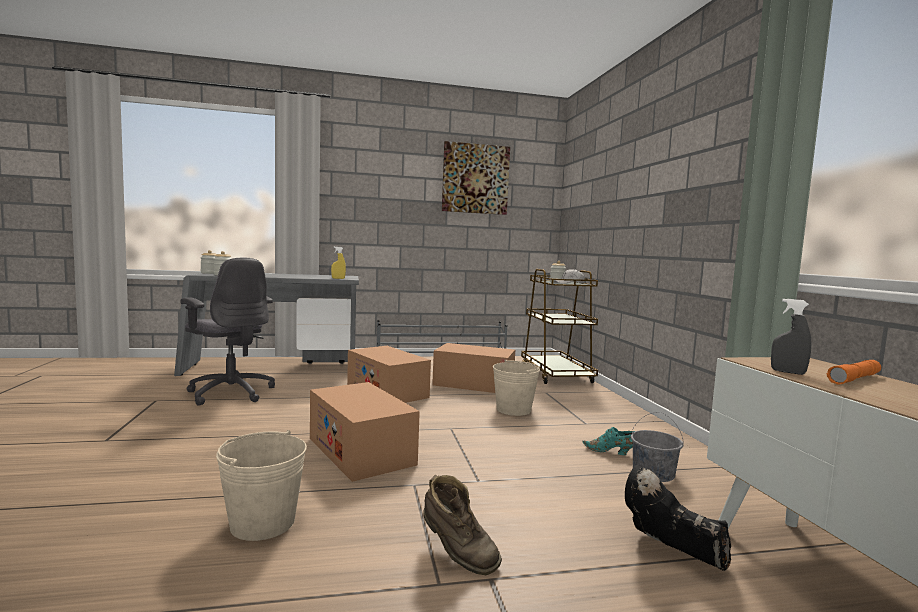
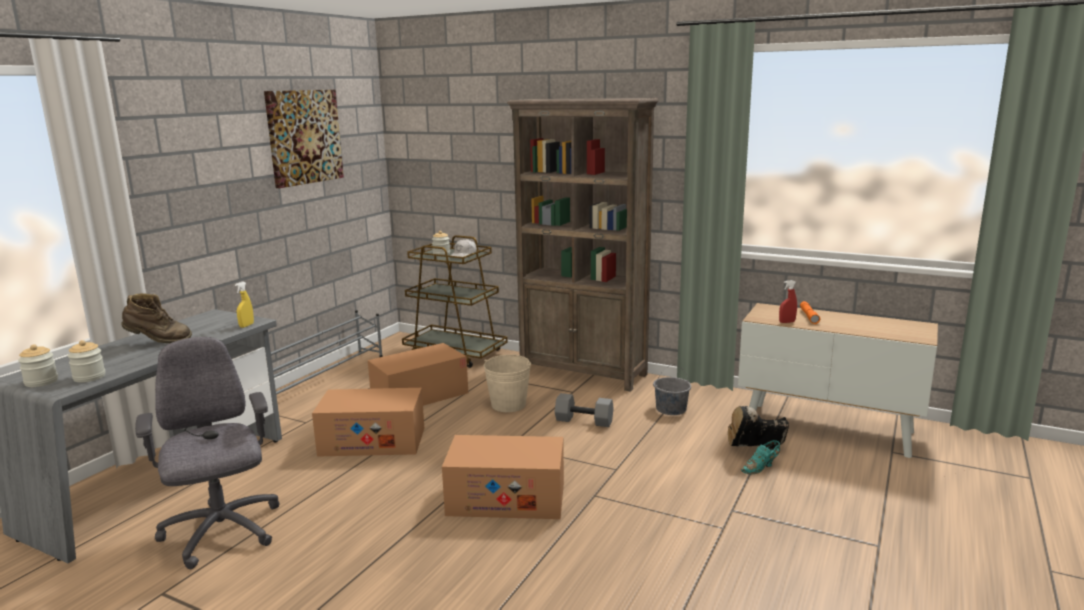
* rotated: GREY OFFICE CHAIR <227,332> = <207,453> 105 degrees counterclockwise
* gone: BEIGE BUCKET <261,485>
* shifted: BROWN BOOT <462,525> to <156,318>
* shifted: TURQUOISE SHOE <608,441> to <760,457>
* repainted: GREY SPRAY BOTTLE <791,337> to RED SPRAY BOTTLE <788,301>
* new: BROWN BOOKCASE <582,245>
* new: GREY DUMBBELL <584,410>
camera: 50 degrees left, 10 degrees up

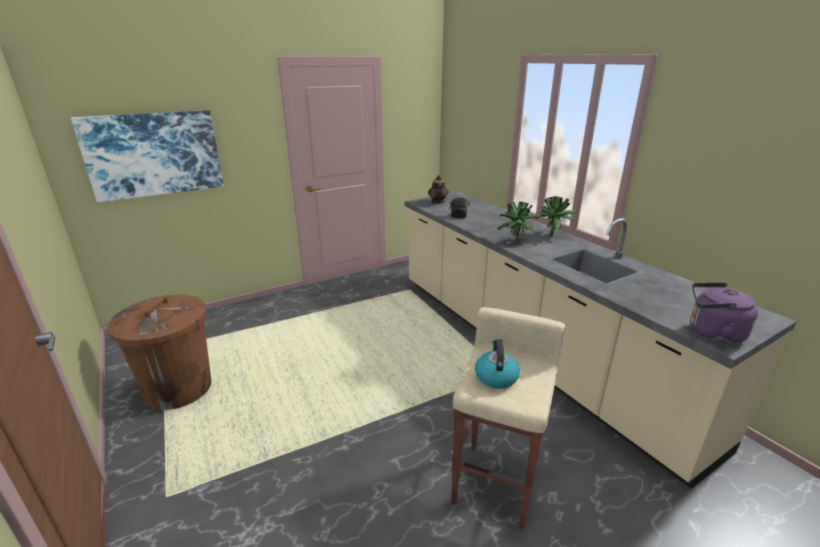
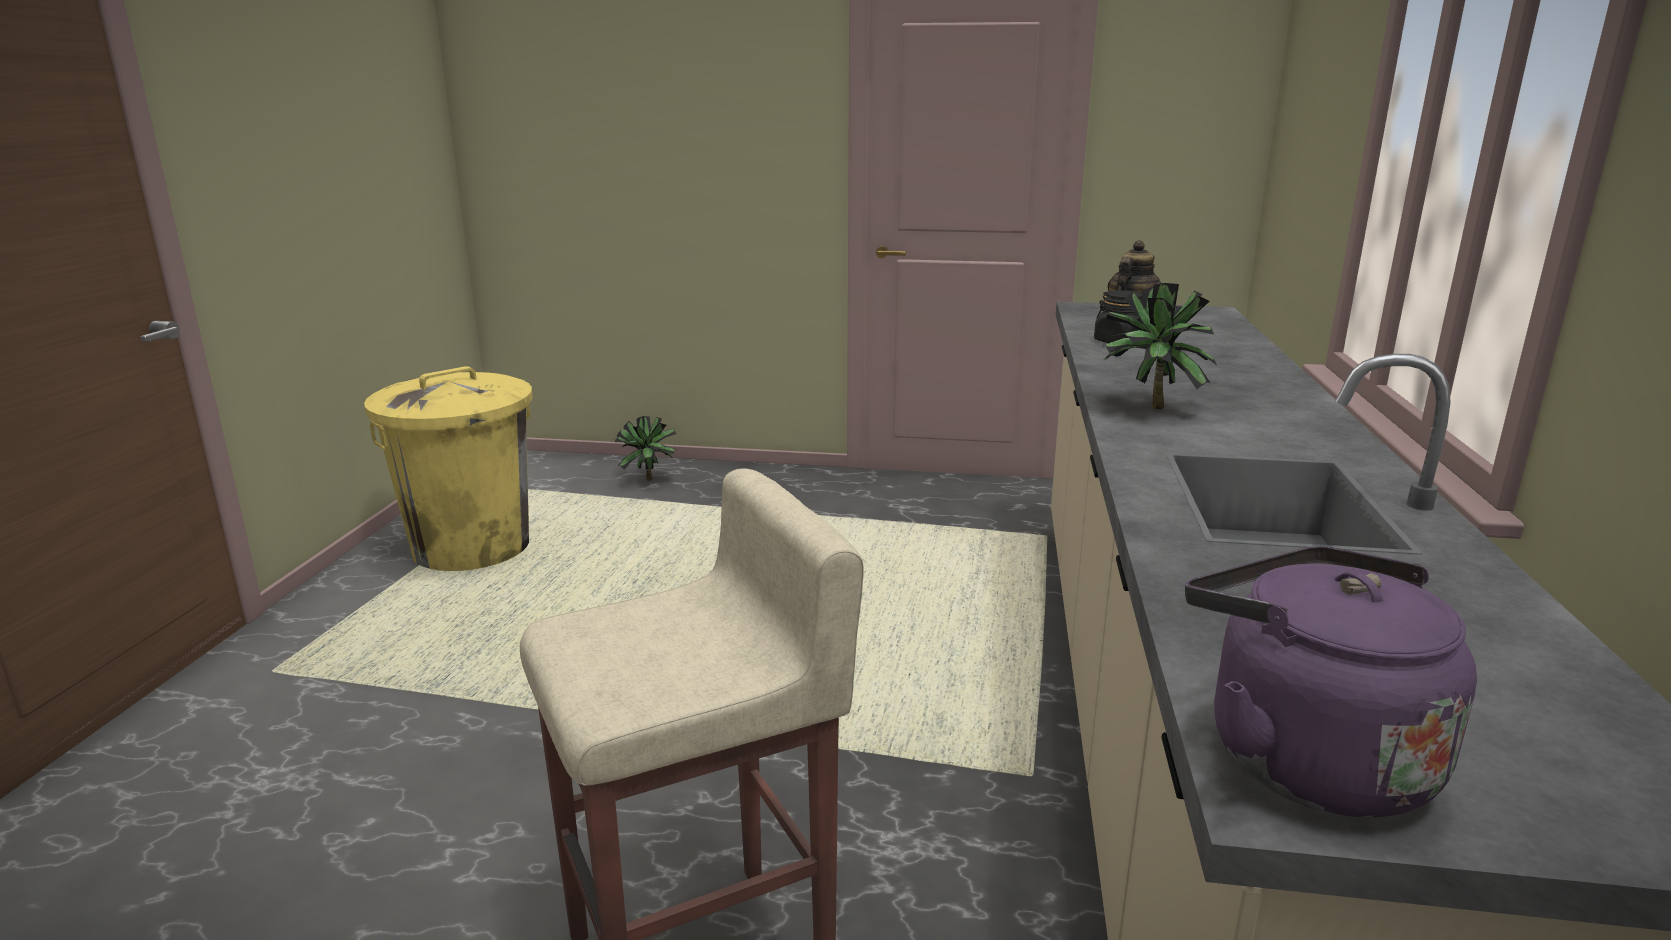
* gone: PICTURE <147,156>
* repainted: BROWN TRASH CAN <159,353> to YELLOW TRASH CAN <448,468>
* gone: KETTLE <497,364>
* shifted: POTTED PLANT <556,216> to <645,448>
camera: 40 degrees right, 5 degrees down

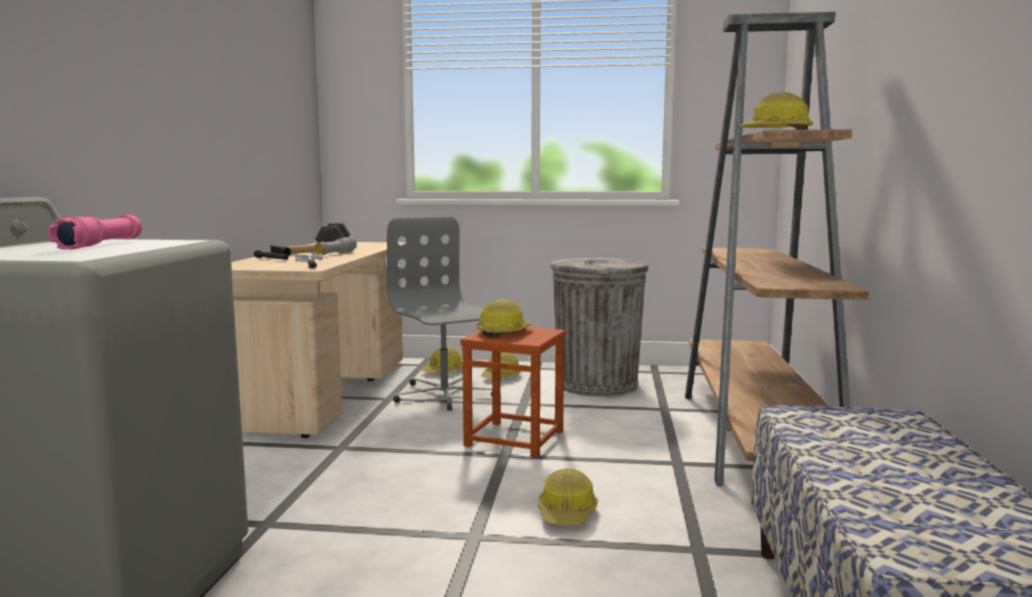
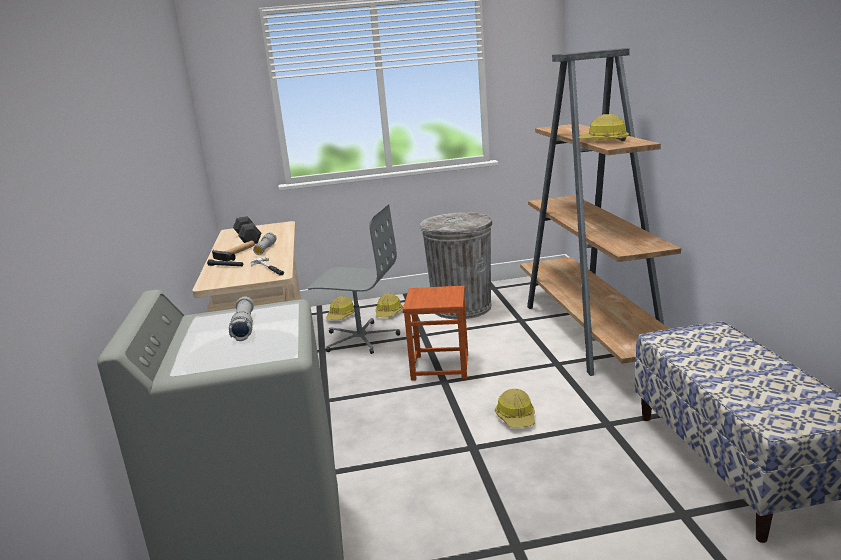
* repainted: PINK FLASHLIGHT <95,232> to GREY FLASHLIGHT <241,318>
* rotated: GREY OFFICE CHAIR <439,314> = <354,279> 150 degrees clockwise
* gone: HARD HAT <505,318>
camera: 15 degrees left, 10 degrees up

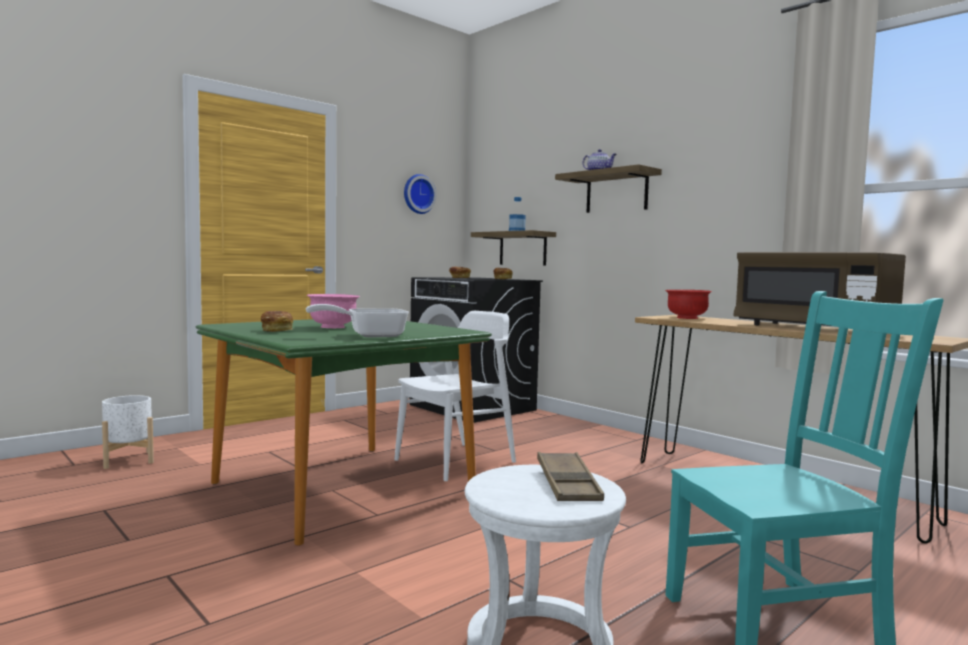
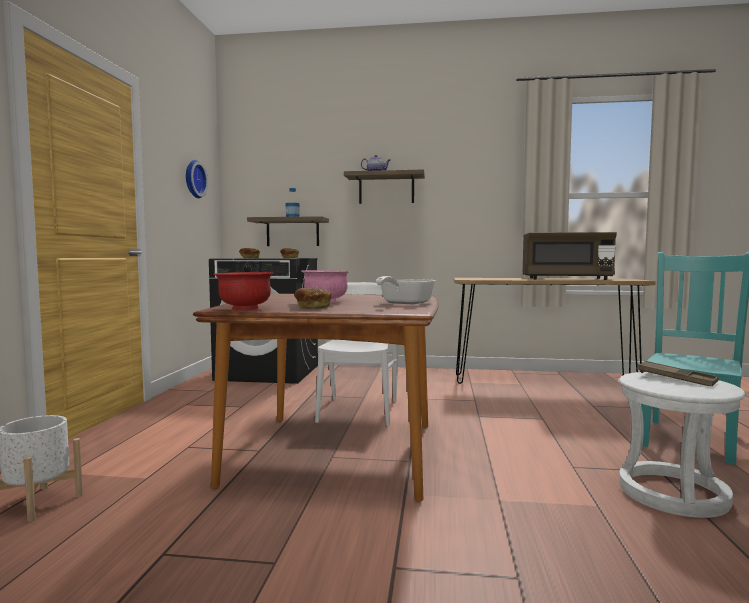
* repainted: GREEN DINING TABLE <344,432> to BROWN DINING TABLE <316,398>
* shifted: RED BOWL <688,304> to <243,291>
camera: 40 degrees left, 0 degrees up

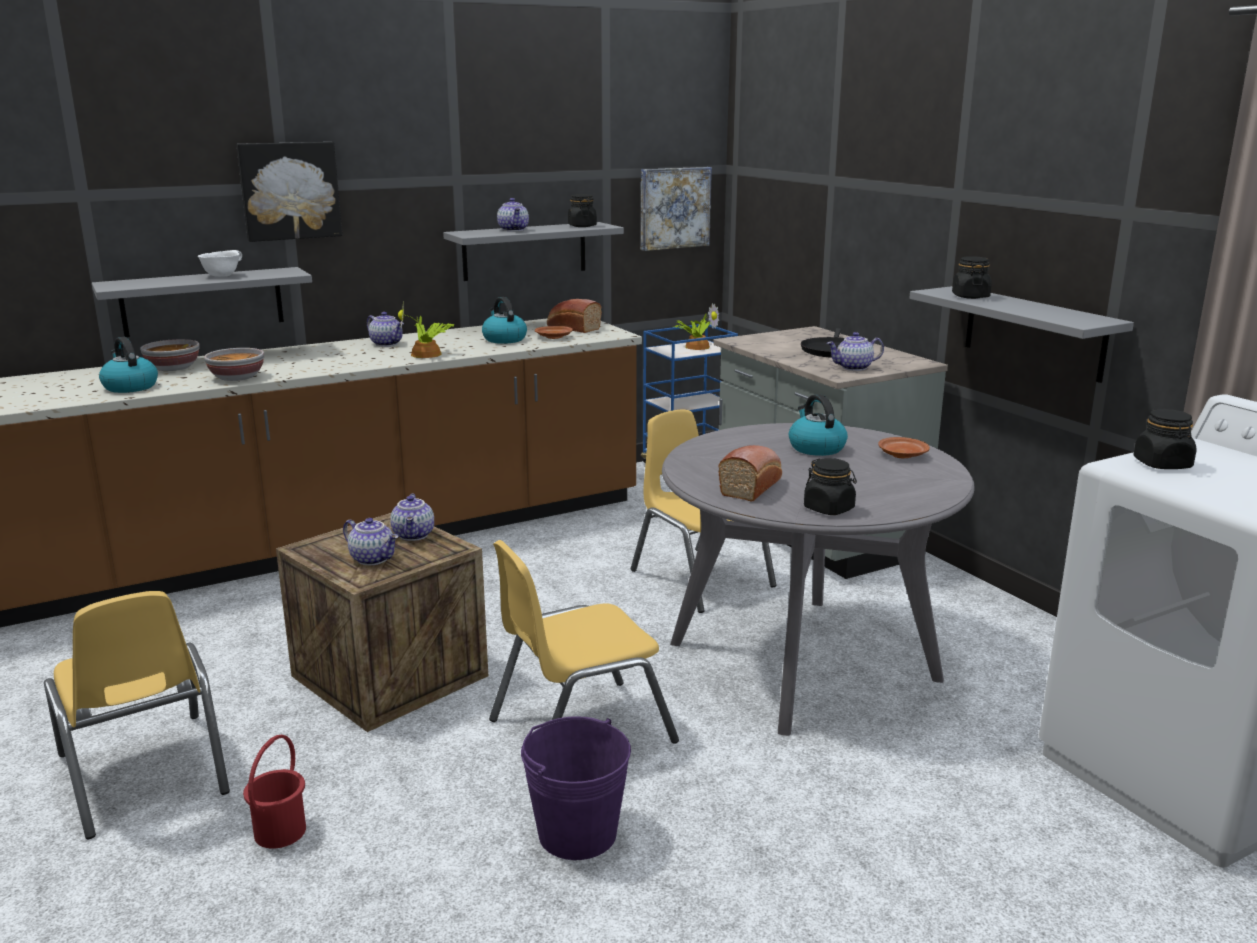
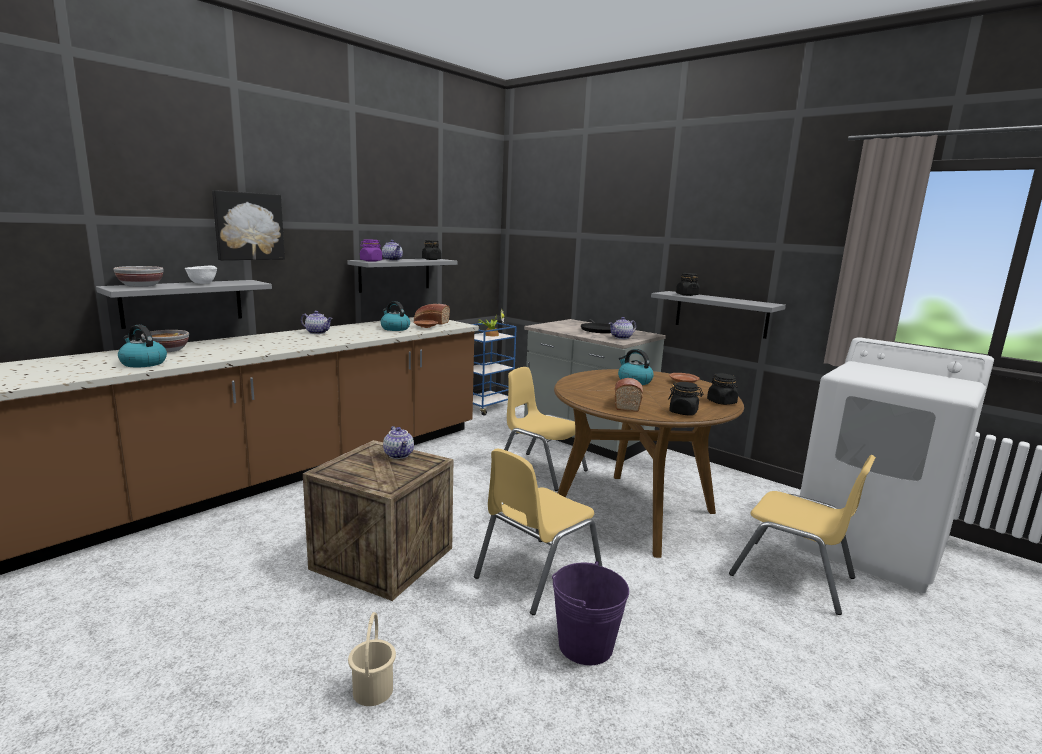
* shifted: YELLOW CHAIR <137,715> to <802,535>
* shifted: BOWL <234,364> to <138,276>
* repainted: RED BUCKET <274,792> to BEIGE BUCKET <372,659>
* gone: TEAPOT <370,541>
* gone: POTTED PLANT <426,331>
* gone: PICTURE <676,209>
* repainted: GREY DINING TABLE <818,579> to BROWN DINING TABLE <649,463>
* shifted: BLACK JAR <1164,439> to <722,389>
* new: PURPLE JAR <371,250>
camera: 20 degrees left, 5 degrees down

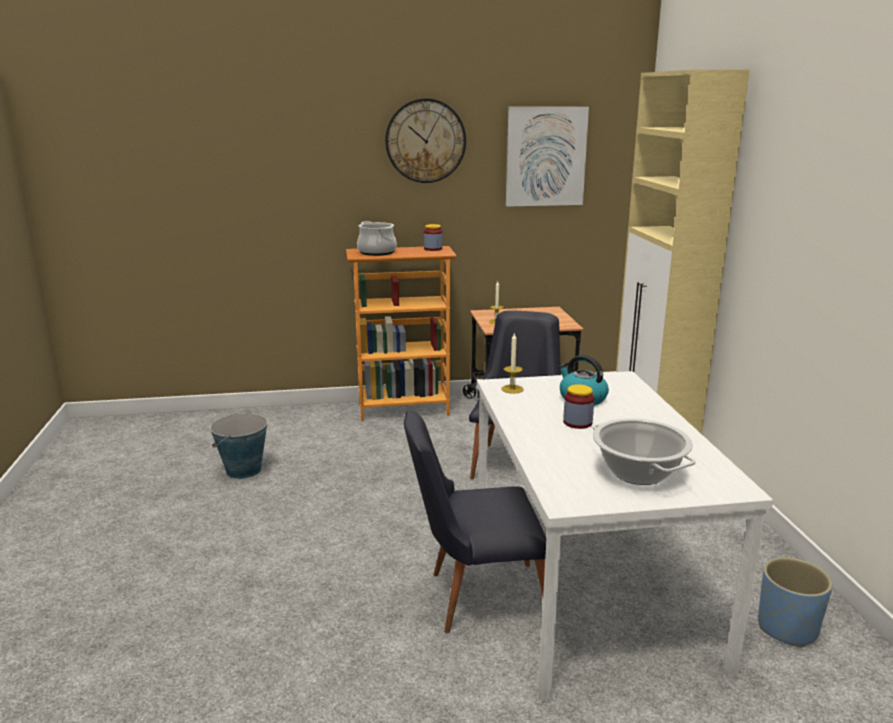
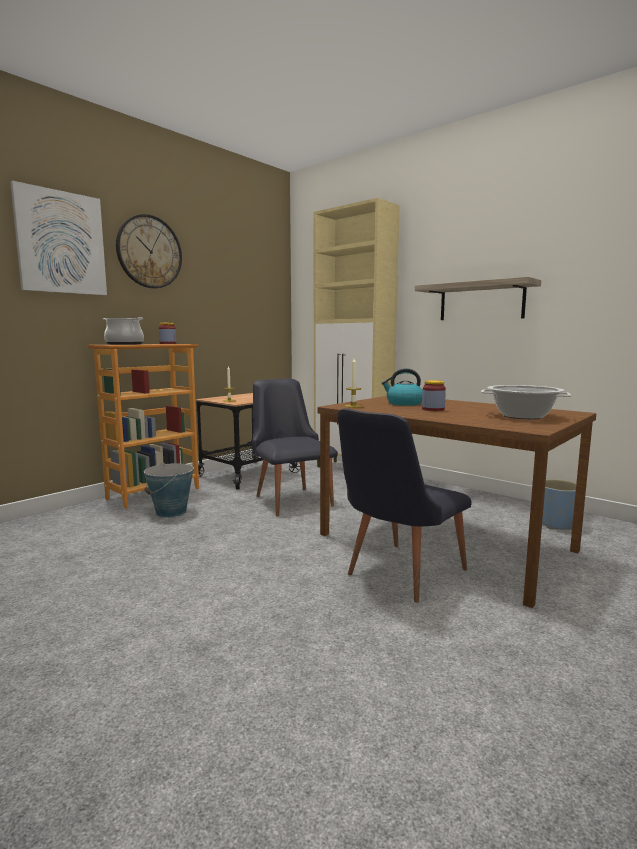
* shifted: BUCKET <238,445> to <169,490>
* repainted: WHITE DINING TABLE <625,535> to BROWN DINING TABLE <457,502>
* shifted: PICTURE <547,157> to <58,238>
* new: SHELF <478,298>
camera: 40 degrees left, 10 degrees down

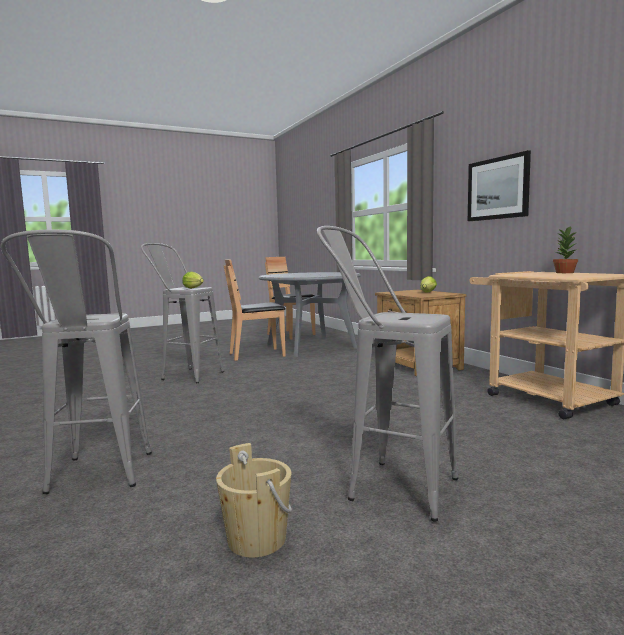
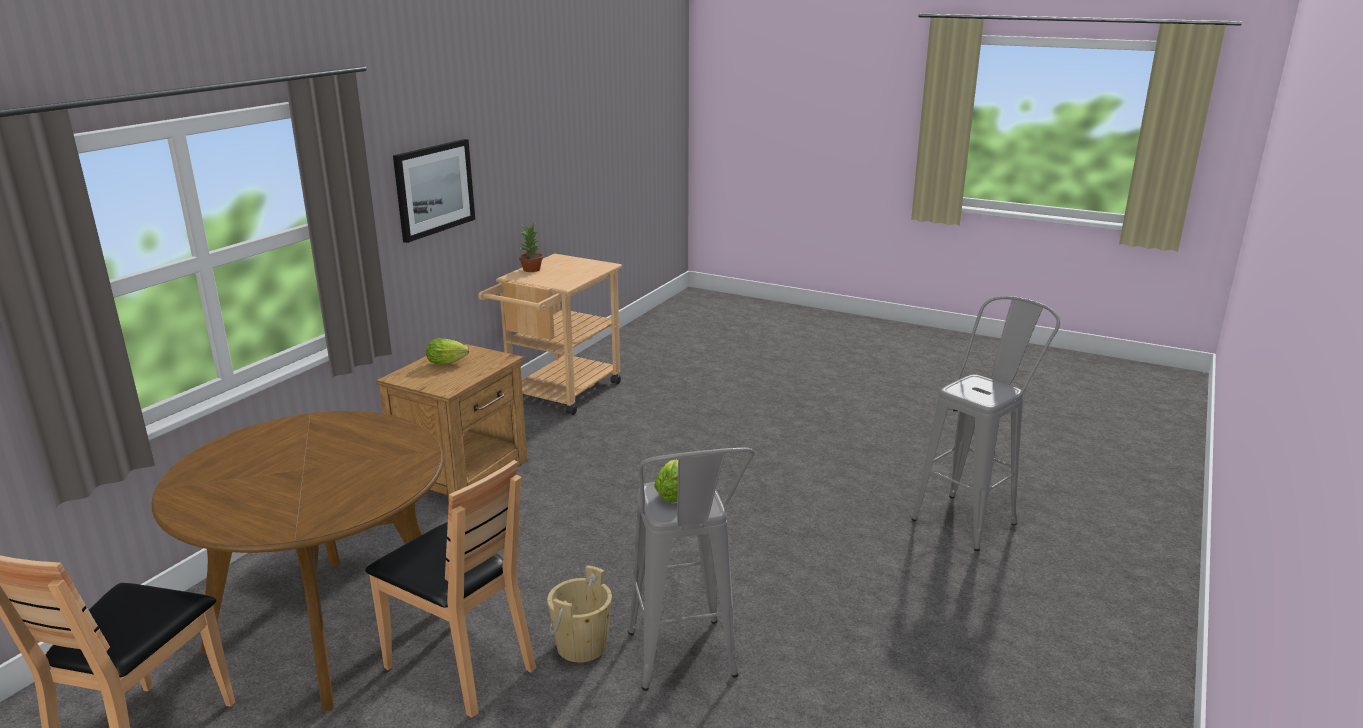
* shifted: BEIGE BUCKET <254,500> to <579,613>
* repainted: GREY DINING TABLE <310,314> to BROWN DINING TABLE <297,561>
* gone: GREY STOOL <387,373>
camera: 125 degrees left, 15 degrees up

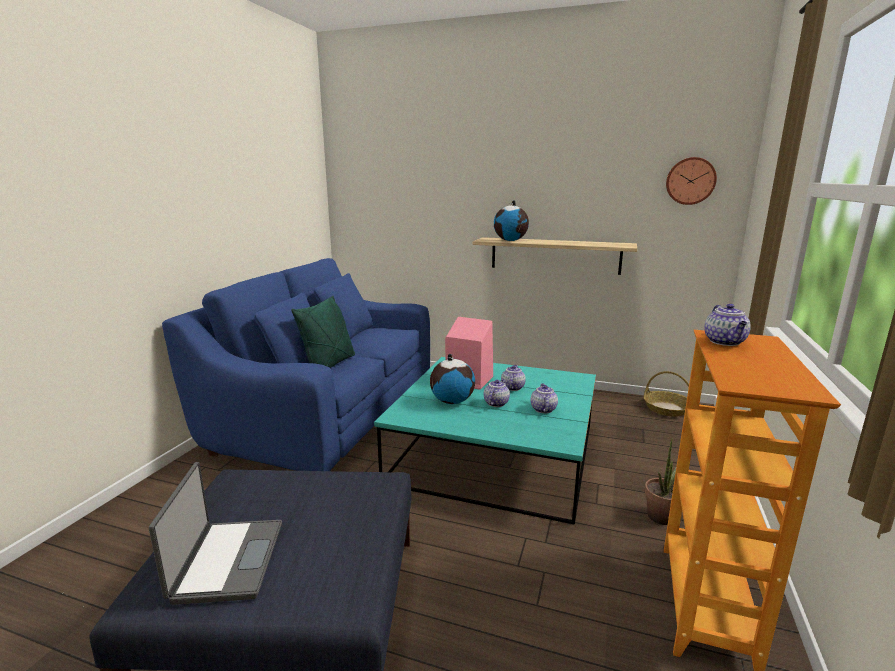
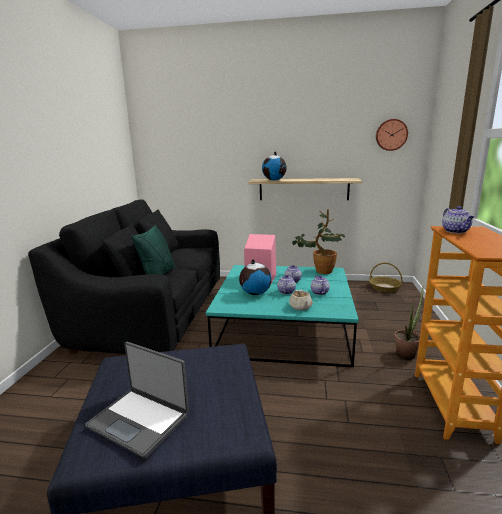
* rotated: LAPTOP <215,533> = <137,400> 135 degrees clockwise
* repainted: BLUE SOFA <296,364> to BLACK SOFA <124,276>
* new: BEIGE TEAPOT <300,300>
* new: POTTED PLANT <318,241>
camera: 10 degrees left, 0 degrees up

